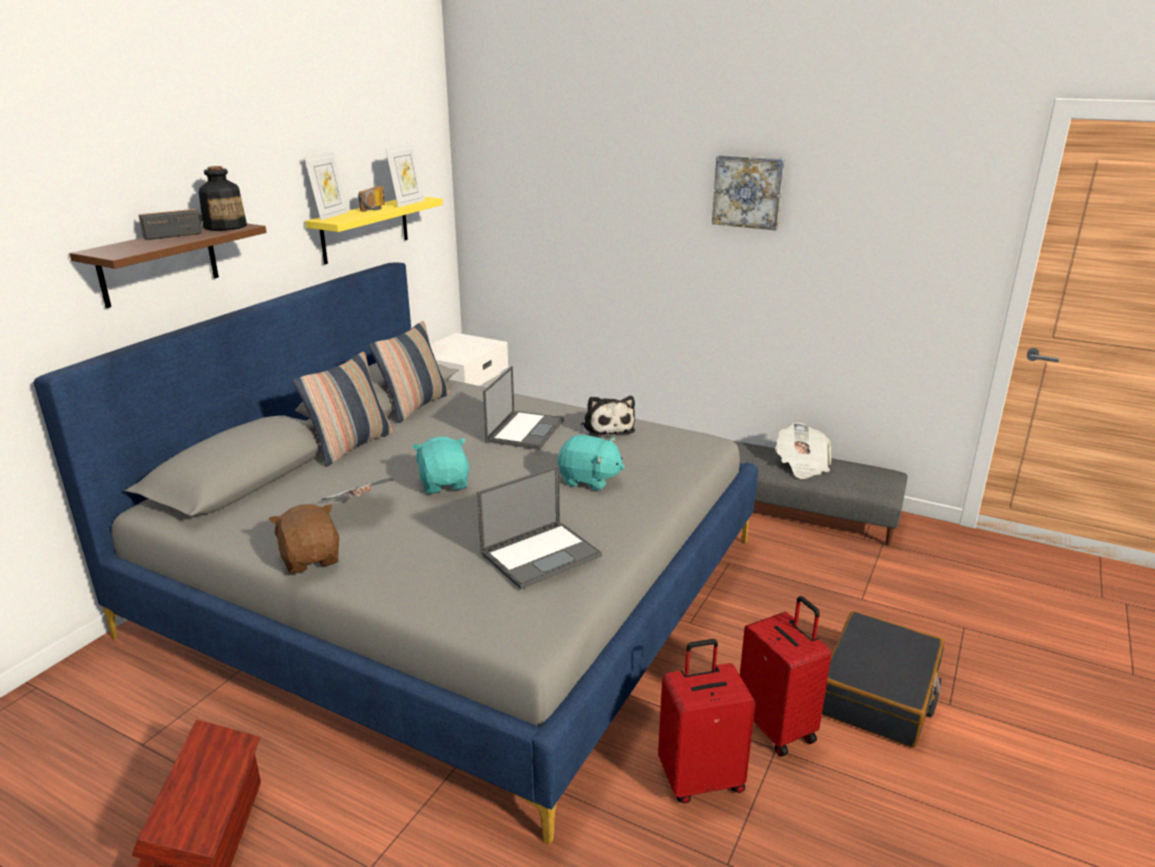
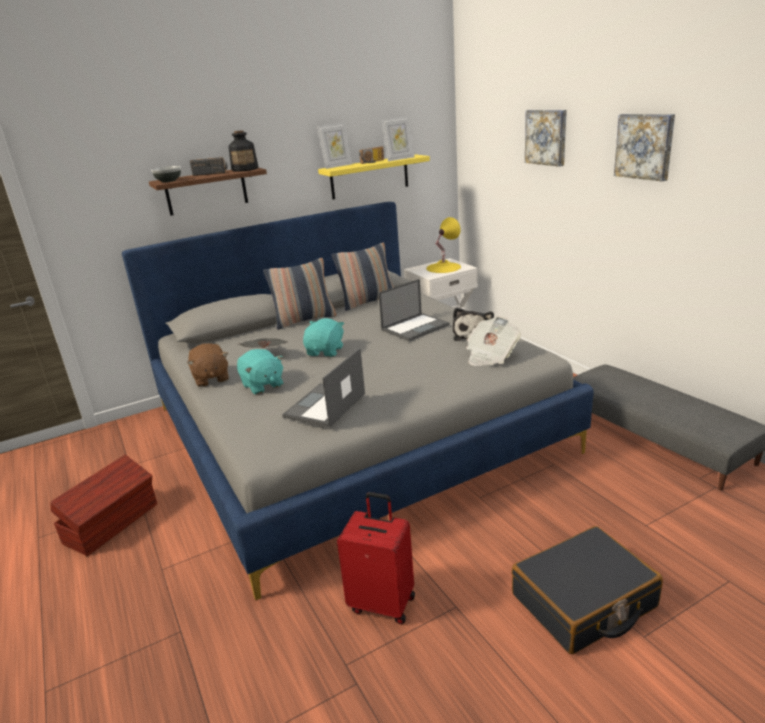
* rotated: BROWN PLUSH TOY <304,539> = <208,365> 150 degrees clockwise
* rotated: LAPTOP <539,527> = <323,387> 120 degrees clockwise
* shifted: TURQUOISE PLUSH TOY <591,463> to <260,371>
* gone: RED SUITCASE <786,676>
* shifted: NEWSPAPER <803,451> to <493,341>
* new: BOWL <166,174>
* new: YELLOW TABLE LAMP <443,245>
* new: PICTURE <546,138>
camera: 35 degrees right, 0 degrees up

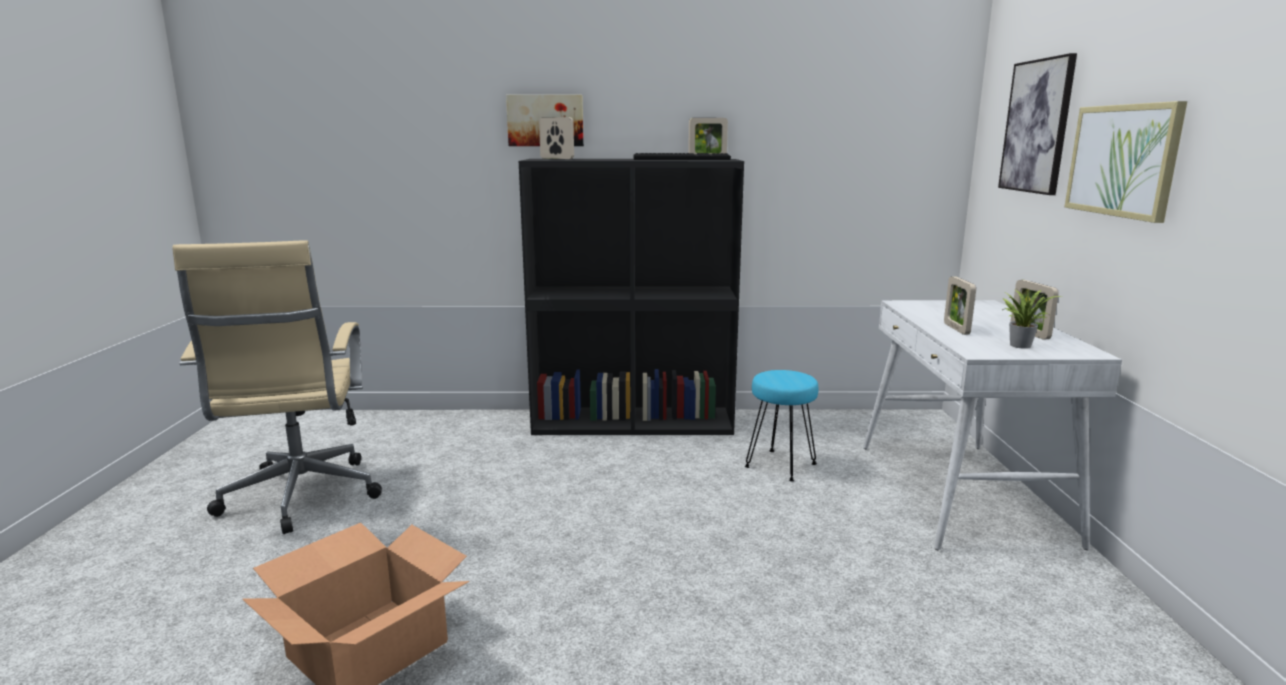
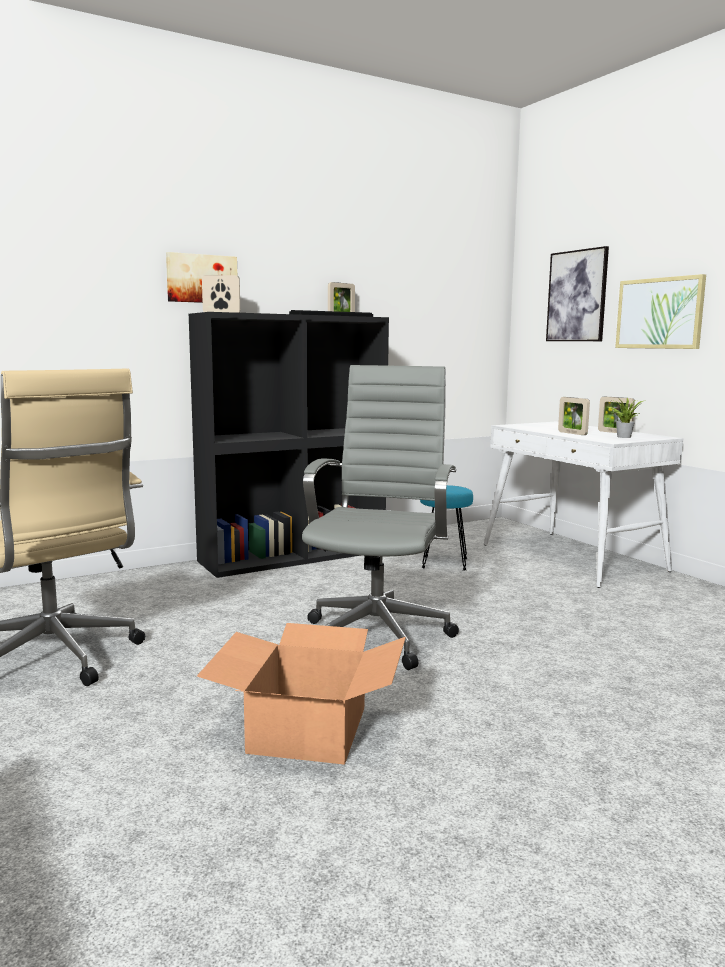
* new: GREY OFFICE CHAIR <380,517>
camera: 30 degrees left, 5 degrees down

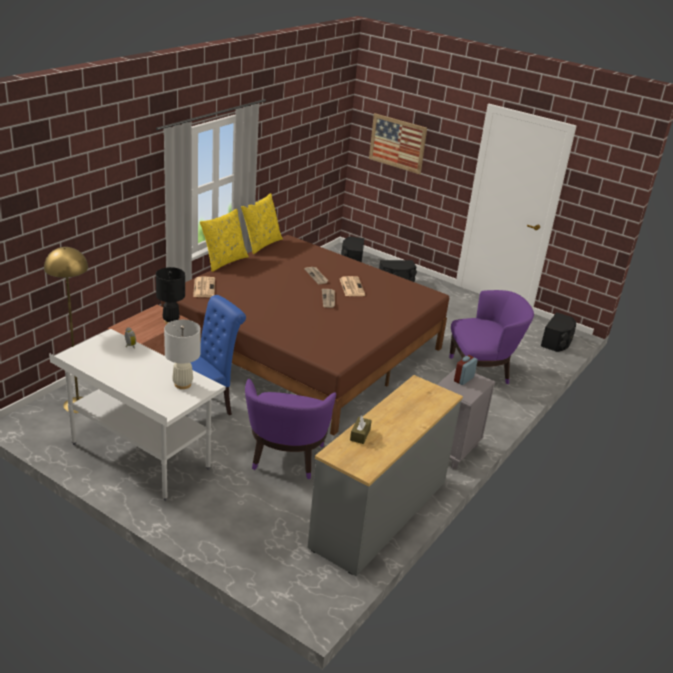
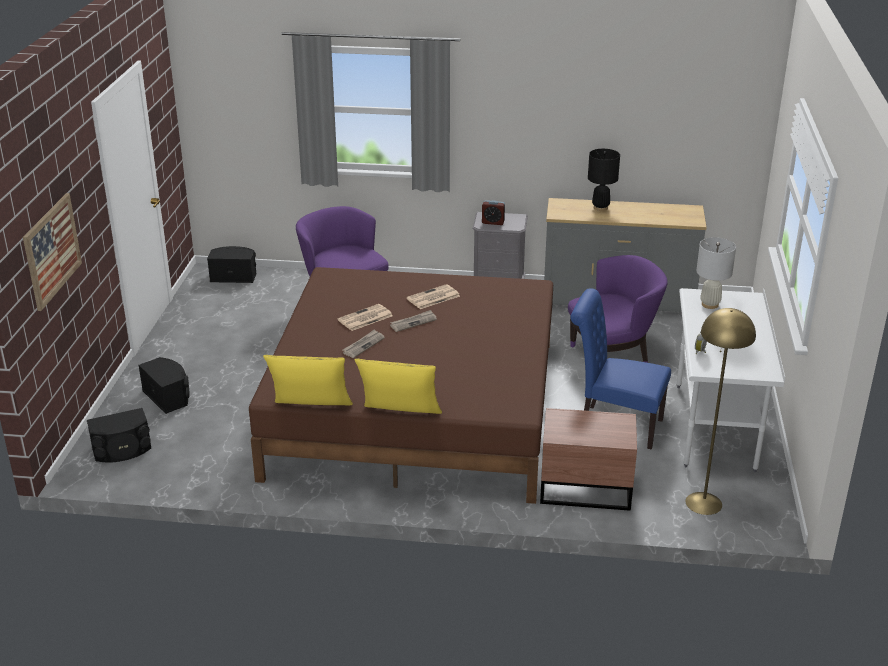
* shifted: BLACK TABLE LAMP <170,295> to <604,180>
* shifted: NEWSPAPER <204,287> to <433,296>
* gone: BROWN TISSUE BOX <361,429>
camera: 115 degrees left, 0 degrees up

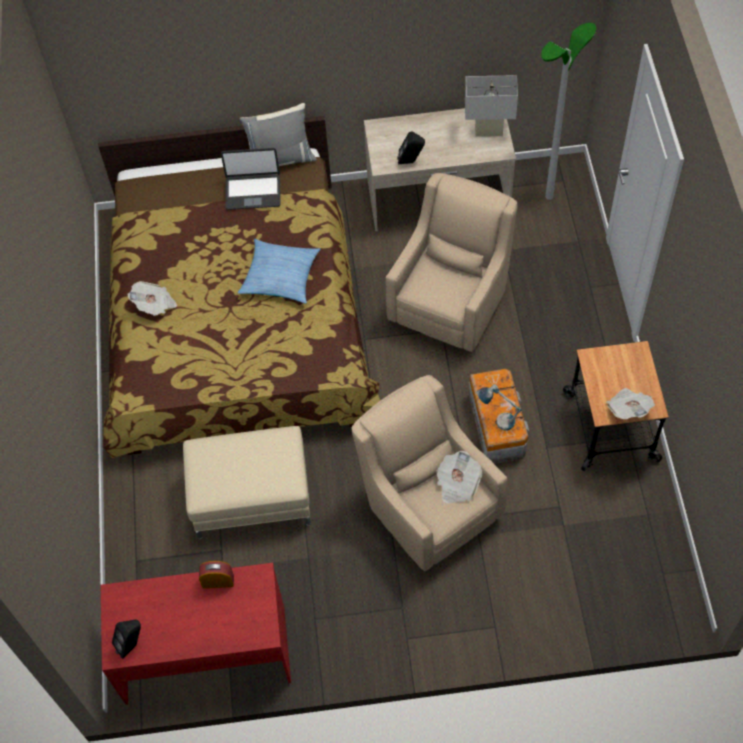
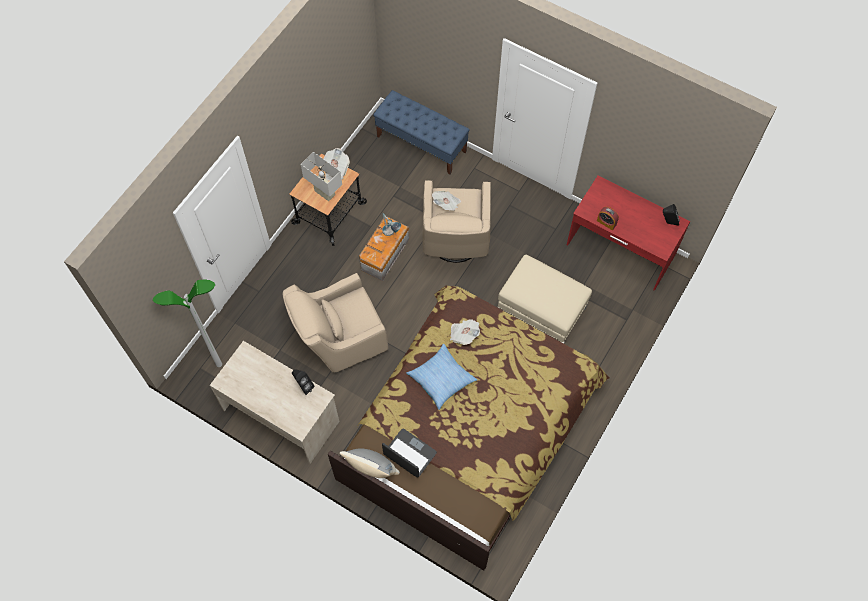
* shifted: NEWSPAPER <152,298> to <465,332>
* shifted: WHITE TABLE LAMP <491,106> to <321,176>
* new: BLUE BENCH <421,132>
camera: 145 degrees left, 5 degrees up

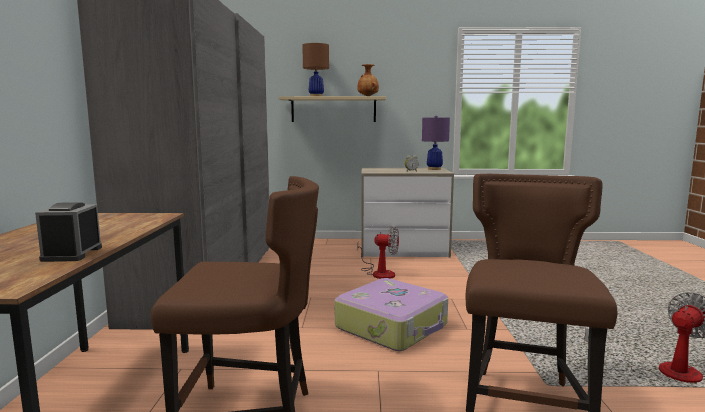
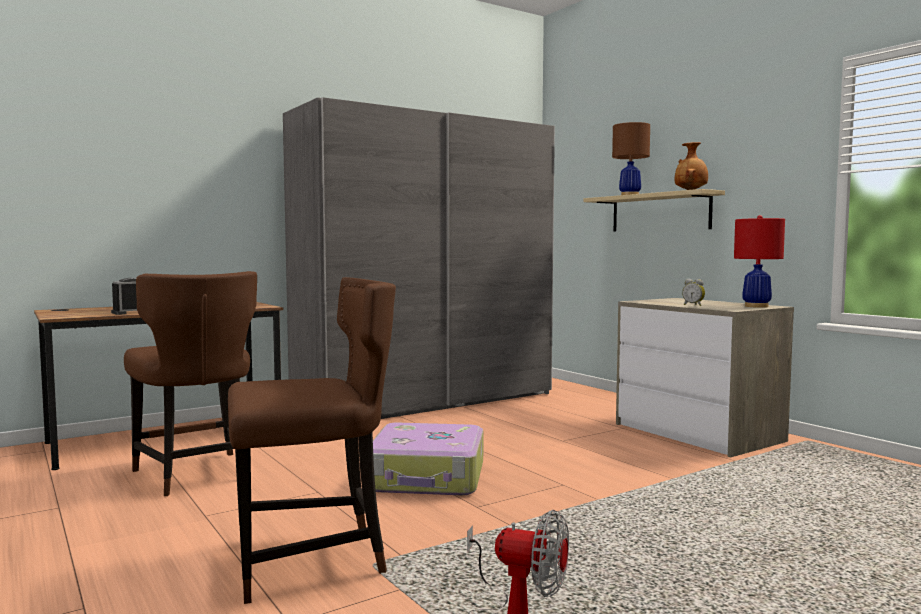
* gone: FAN <378,253>
* repainted: PURPLE TABLE LAMP <436,142> to RED TABLE LAMP <759,261>
camera: 55 degrees right, 5 degrees down

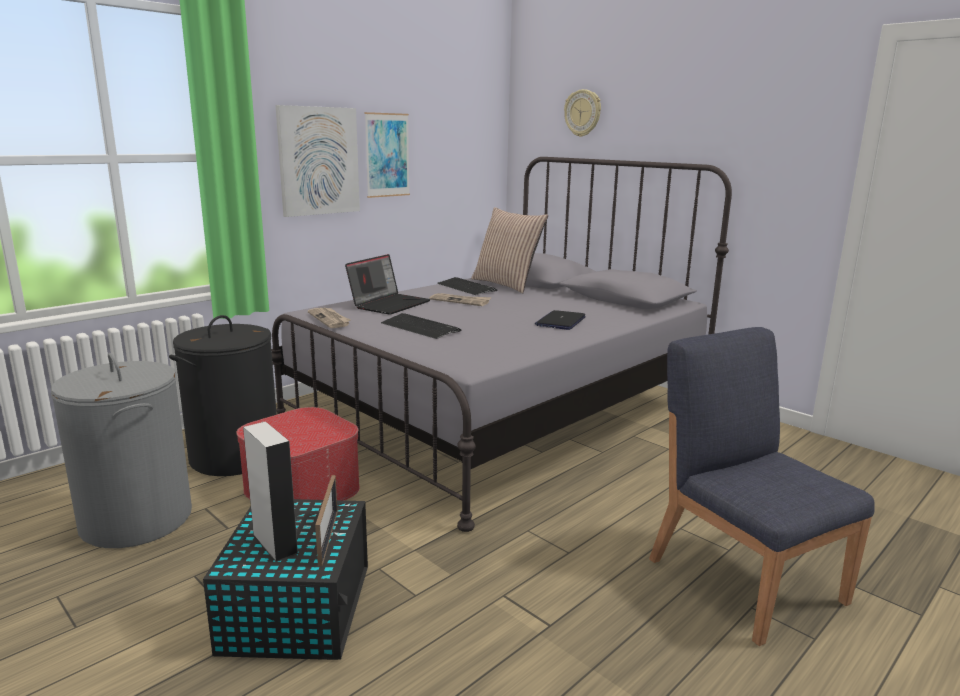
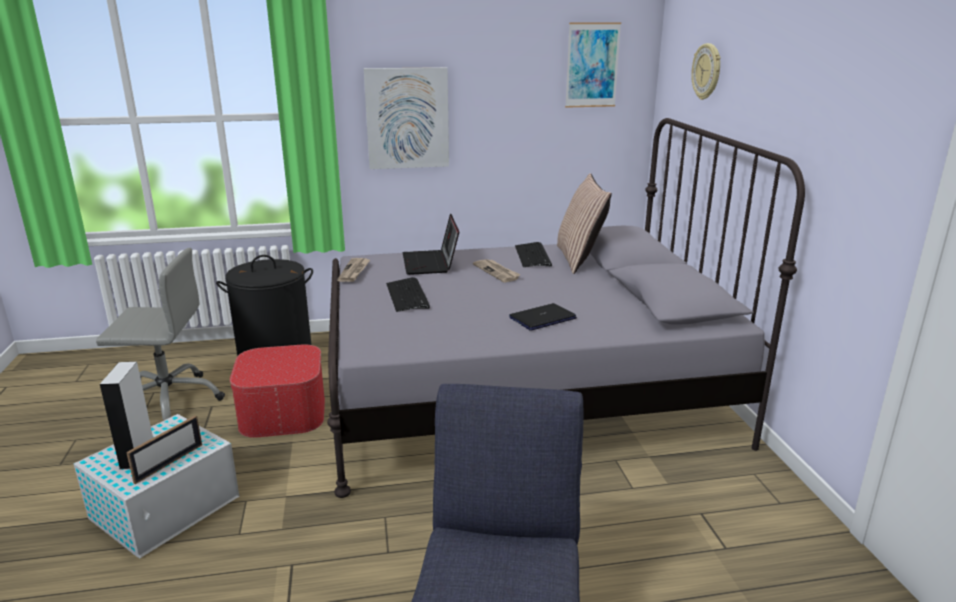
* swapped: GREY LAUNDRY BASKET <121,450> to GREY OFFICE CHAIR <160,334>
* repainted: BLACK STORAGE BOX <285,579> to WHITE STORAGE BOX <156,486>
* rotated: LAPTOP <388,284> = <430,244> 105 degrees clockwise
* shifted: PICTURE <387,155> to <593,65>
camera: 35 degrees right, 5 degrees up

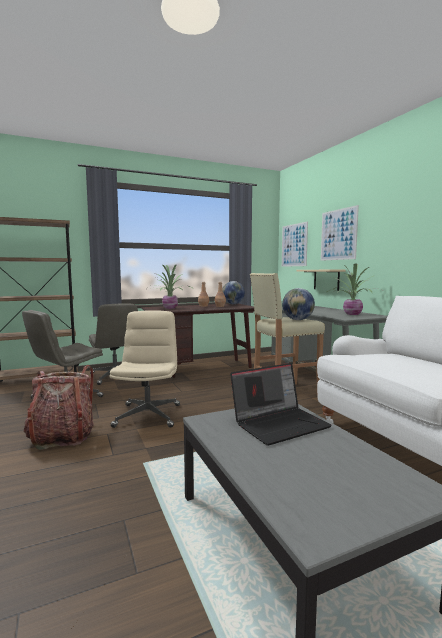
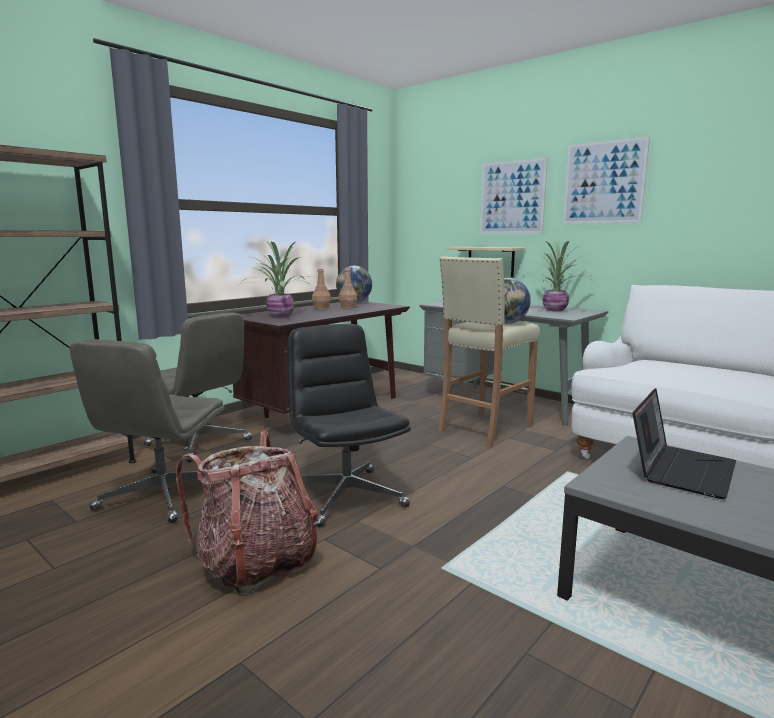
* repainted: BEIGE OFFICE CHAIR <144,369> to BLACK OFFICE CHAIR <349,425>
* shifted: PICTURE <295,244> to <606,180>
camera: 25 degrees left, 5 degrees up

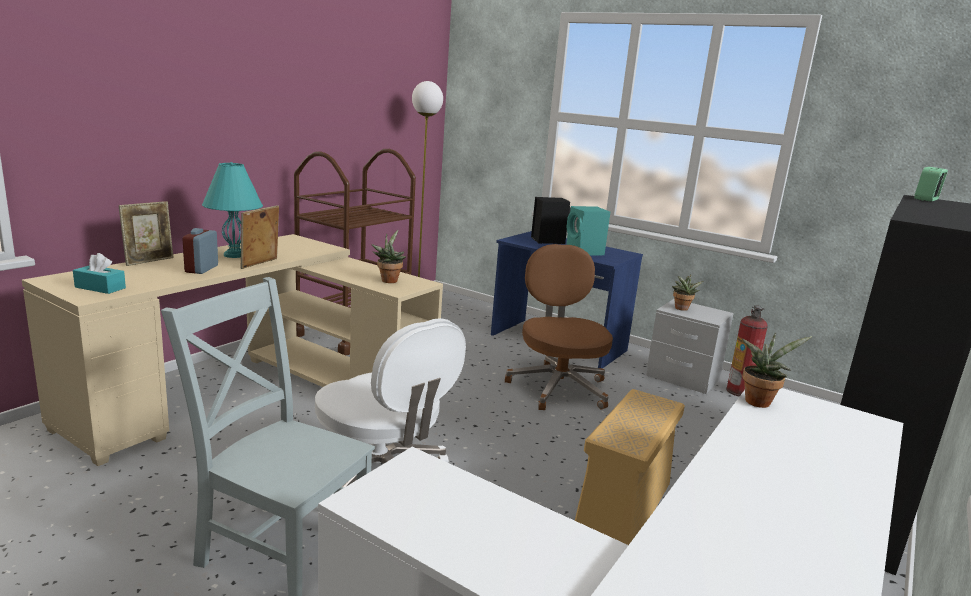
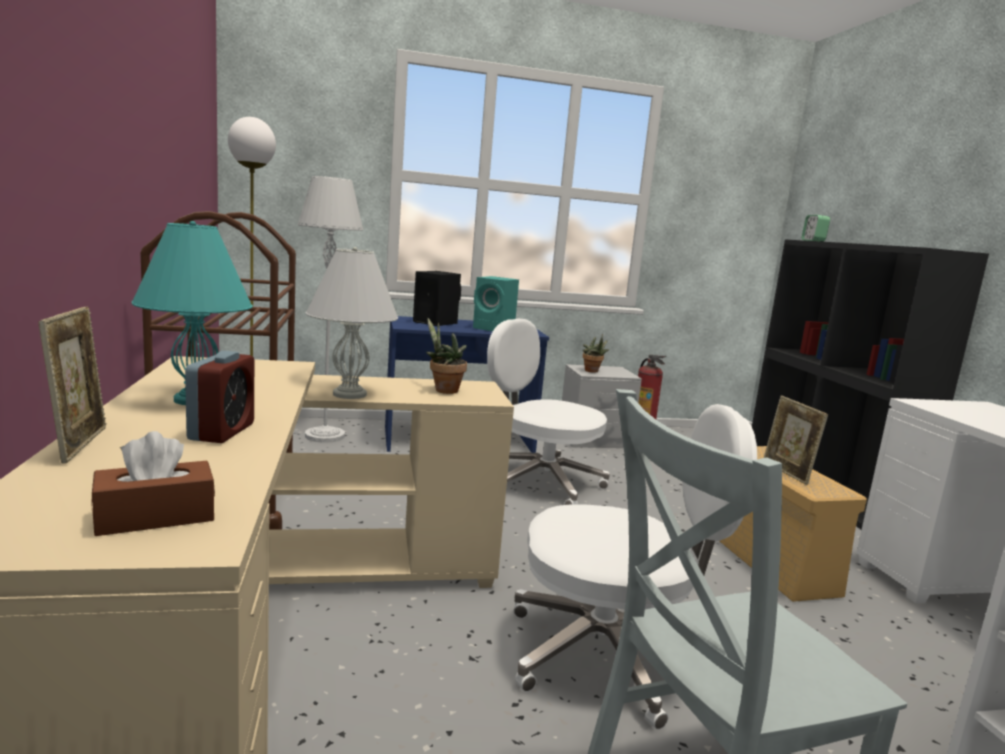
* repainted: TURQUOISE TISSUE BOX <99,273> to BROWN TISSUE BOX <153,483>
* rotated: ALARM CLOCK <200,251> = <219,397> 135 degrees counterclockwise
* shifted: PICTURE FRAME <260,237> to <796,440>
* repainted: BROWN OFFICE CHAIR <559,327> to WHITE OFFICE CHAIR <548,412>
* gone: POTTED PLANT <777,370>
* new: GREY FLOOR LAMP <330,309>
* new: WHITE TABLE LAMP <352,323>
camera: 45 degrees left, 5 degrees down

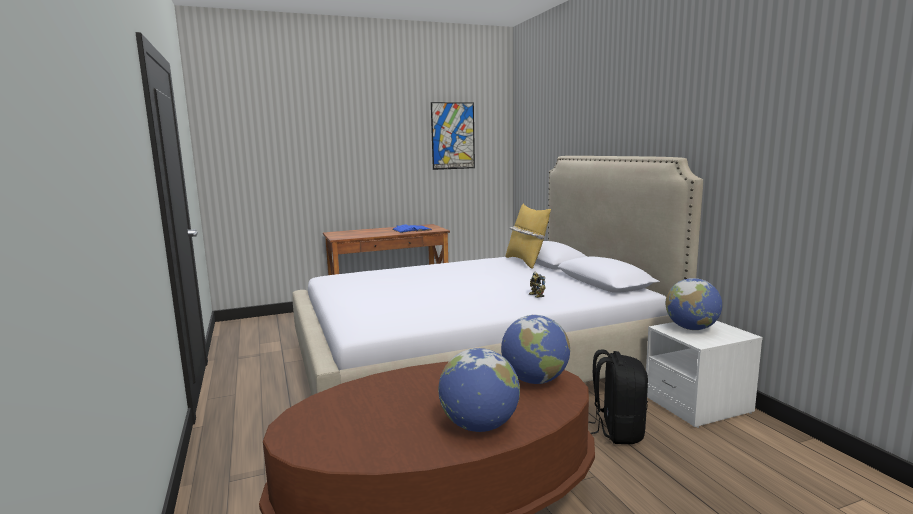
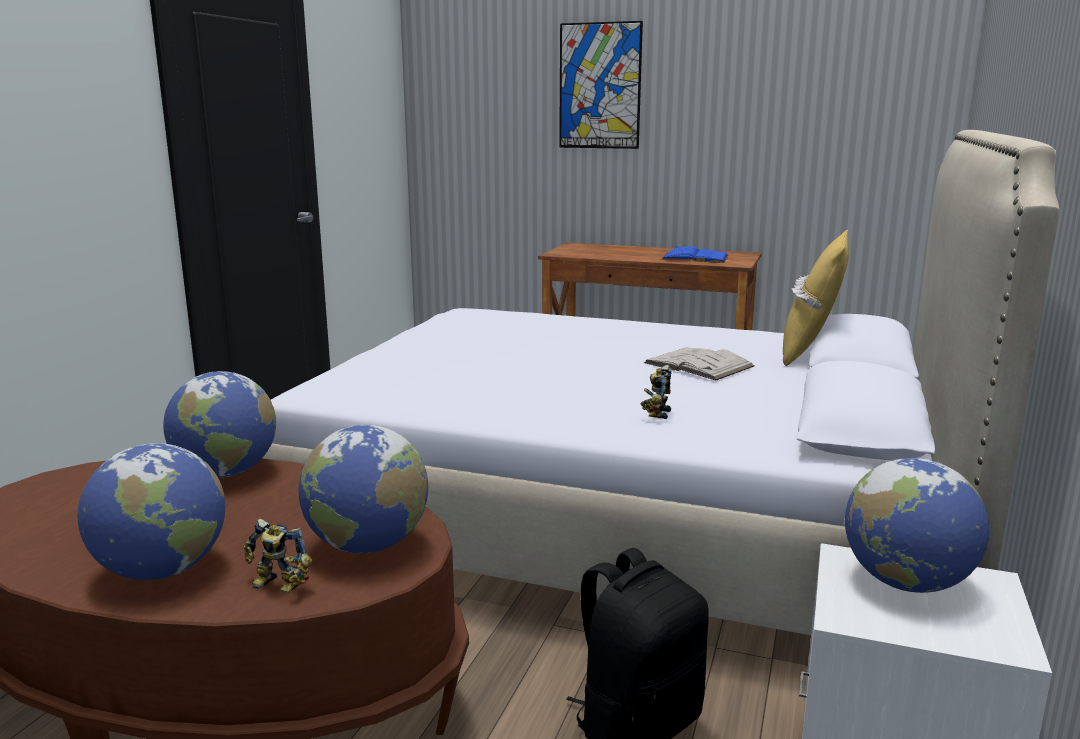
* shifted: PICTURE <453,136> to <601,85>
* new: GLOBE <219,424>
* new: TOY ROBOT <278,556>
* new: WHITE BOOK <699,364>
camera: 40 degrees right, 5 degrees up

